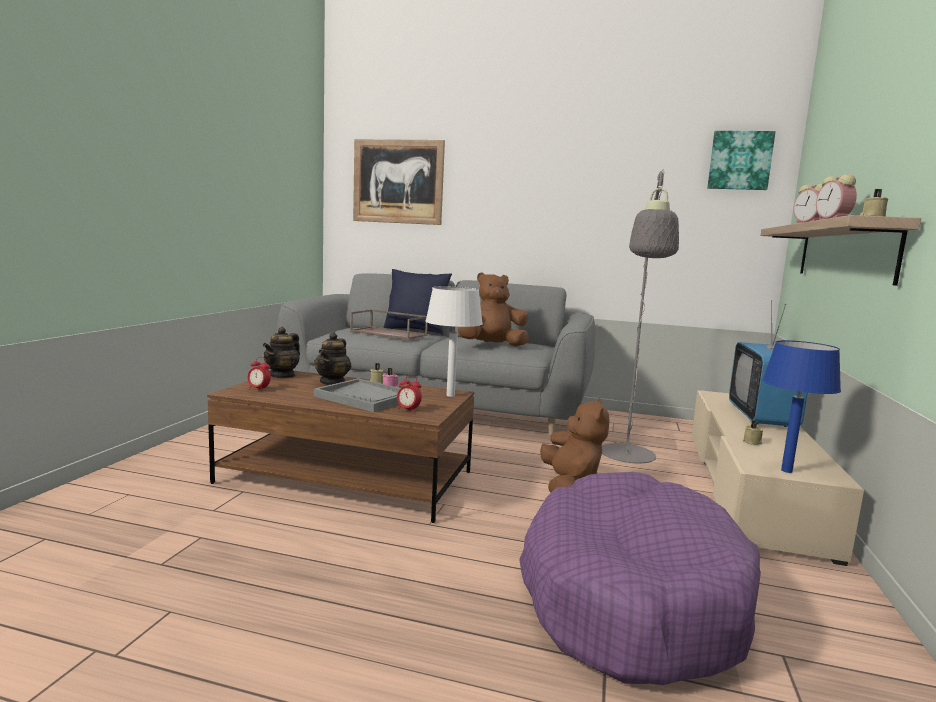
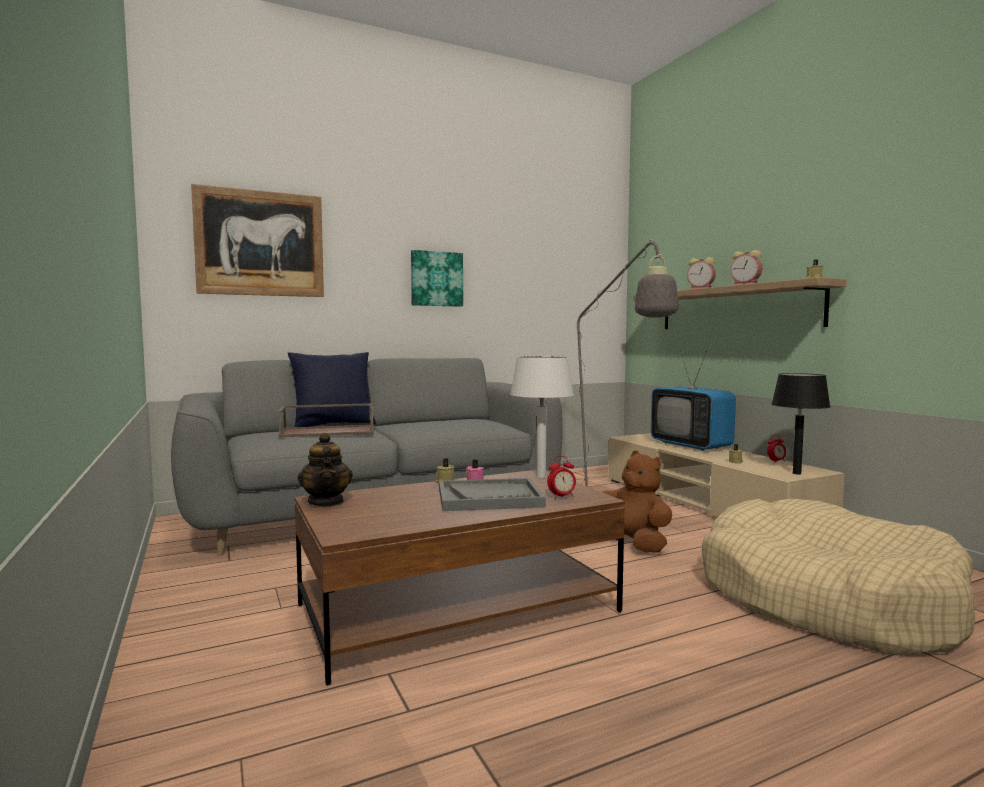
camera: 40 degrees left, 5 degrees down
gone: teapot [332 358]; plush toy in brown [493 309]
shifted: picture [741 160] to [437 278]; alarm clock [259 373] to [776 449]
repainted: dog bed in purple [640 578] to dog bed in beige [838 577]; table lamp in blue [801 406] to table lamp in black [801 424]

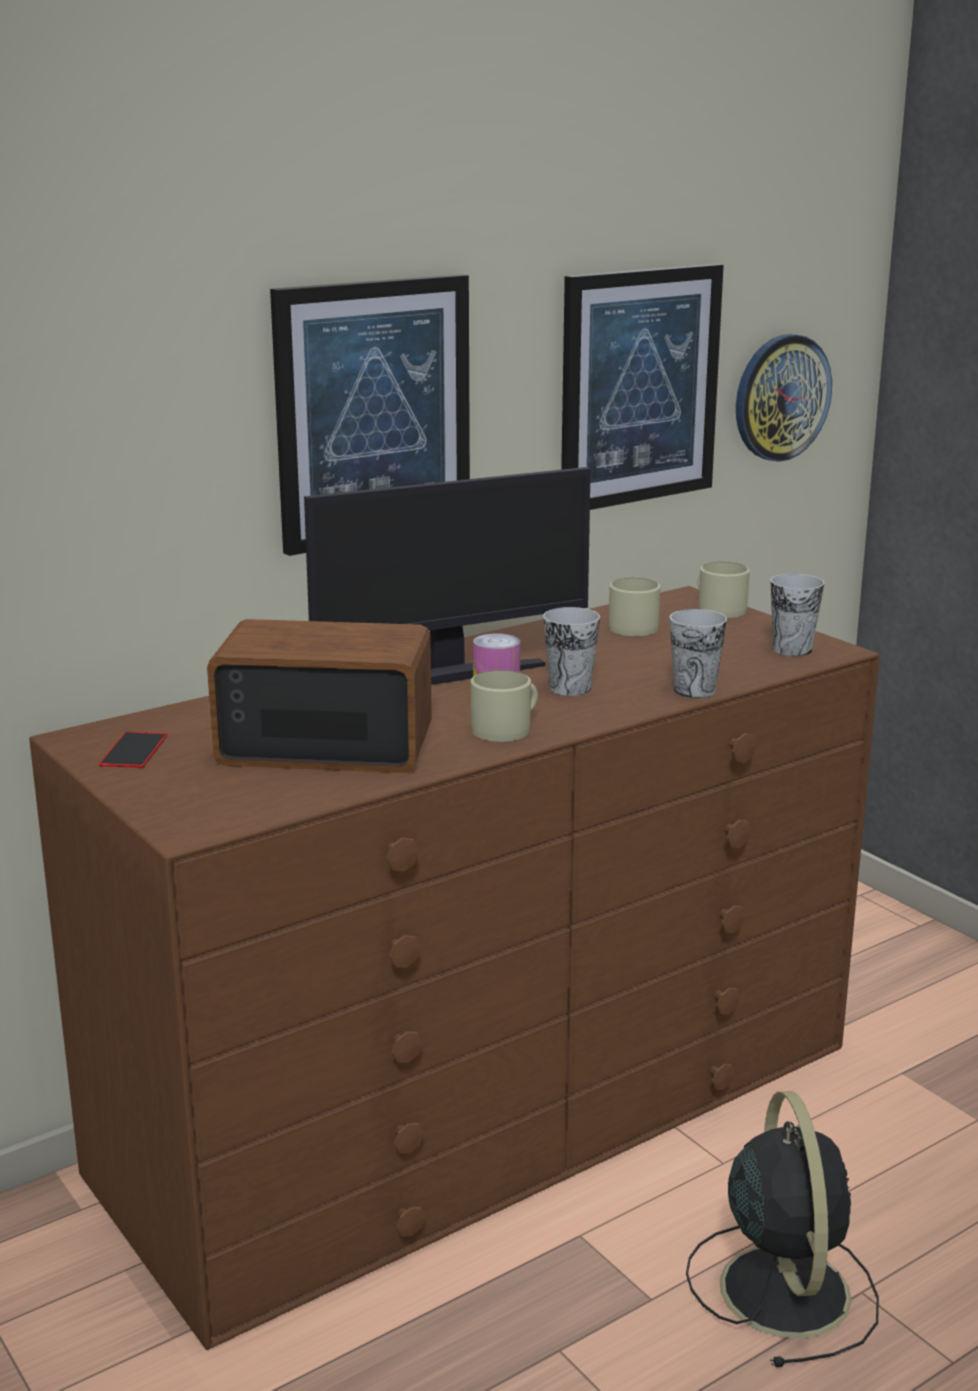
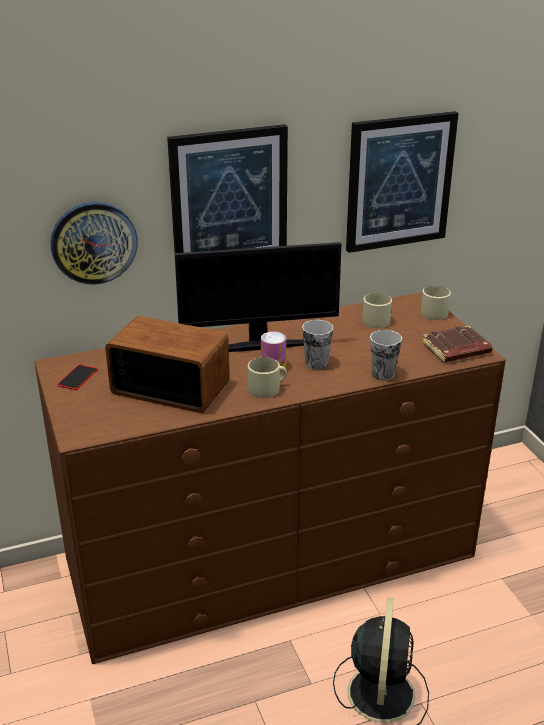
camera: 15 degrees right, 10 degrees up
shifted: wall clock [784 398] to [94 243]
swapped: cup [797 615] to book in brown [457 344]

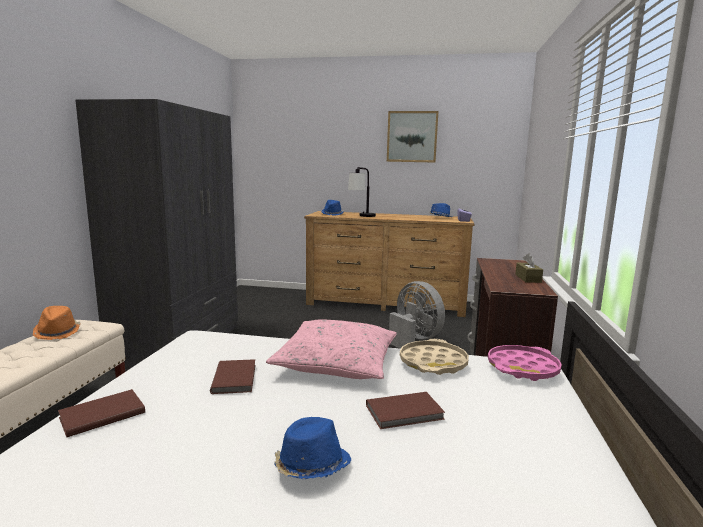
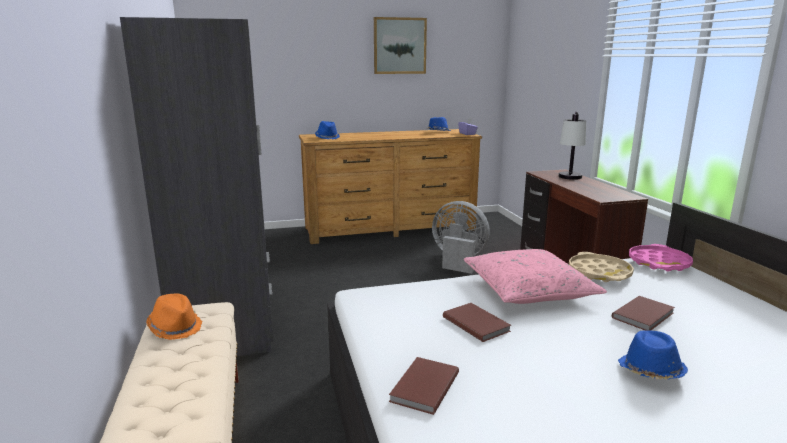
camera: 25 degrees left, 5 degrees up
gone: tissue box in brown [529 268]
shifted: table lamp [362 192] to [573 145]

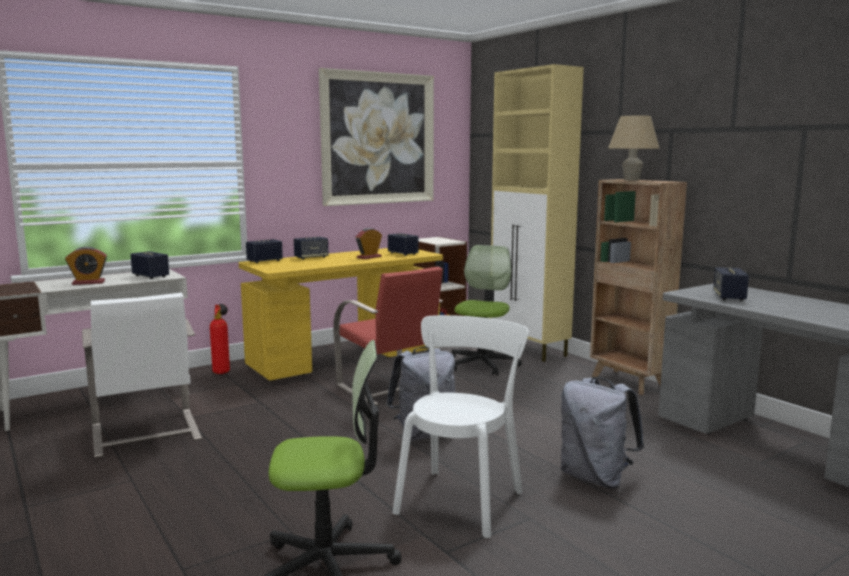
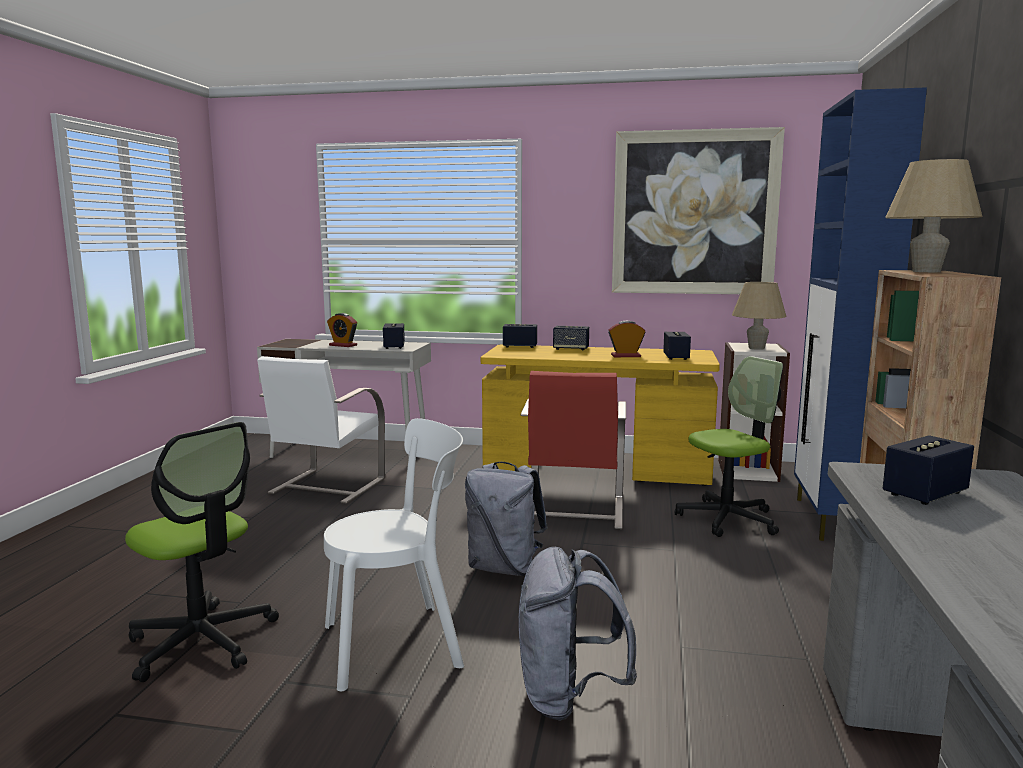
camera: 45 degrees right, 0 degrees up
gone: fire extinguisher [220 339]
new: table lamp in beige [759 316]
repainted: cabinet in beige [537 213] to cabinet in blue [860 314]

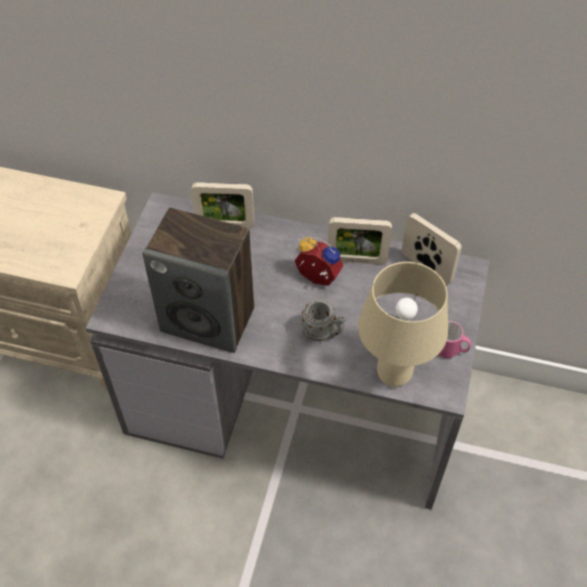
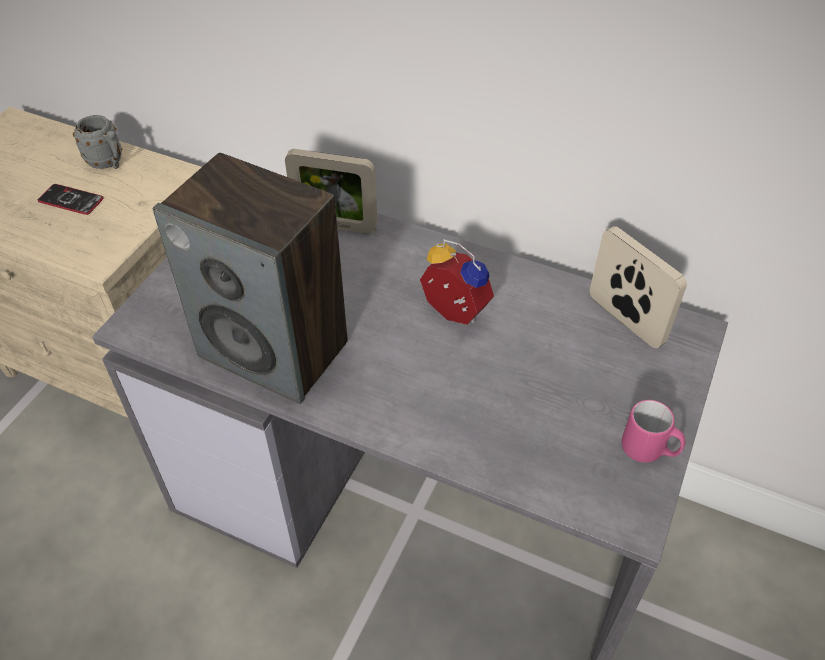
camera: 10 degrees right, 5 degrees down
gone: picture frame [360 241]; table lamp in beige [403 324]
new: phone [71 199]
shifted: mug in grey [323 320] to [97 142]

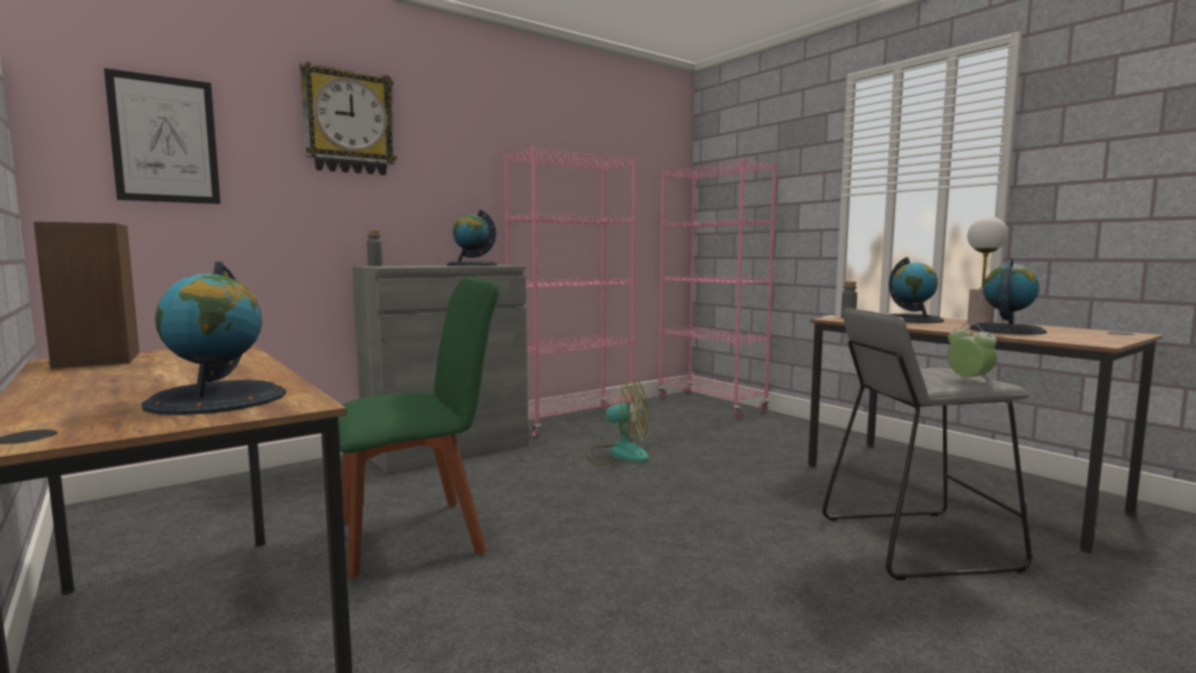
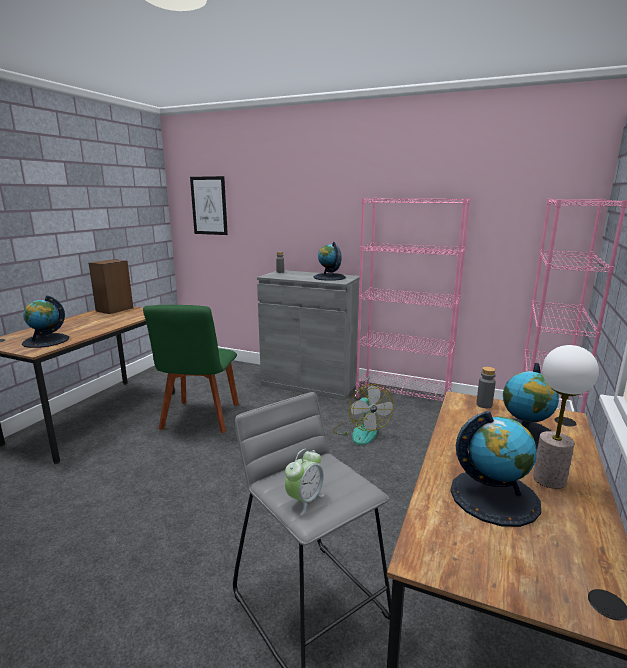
camera: 60 degrees right, 10 degrees up
gone: wall clock [348 118]
rotated: chair in green [419 428] = [191 369] 60 degrees clockwise

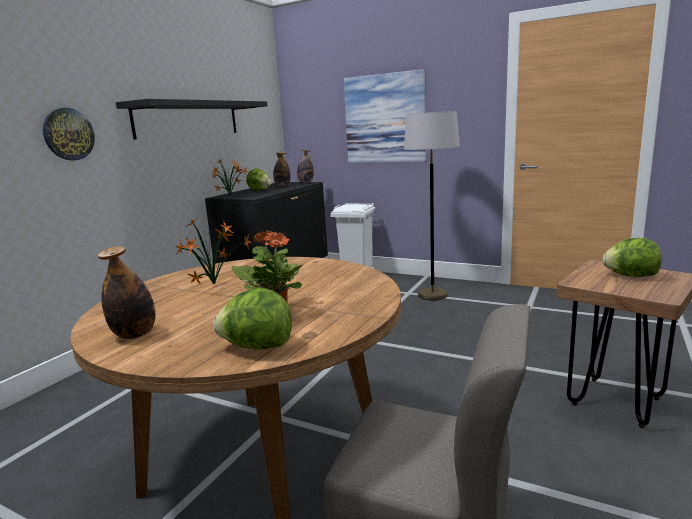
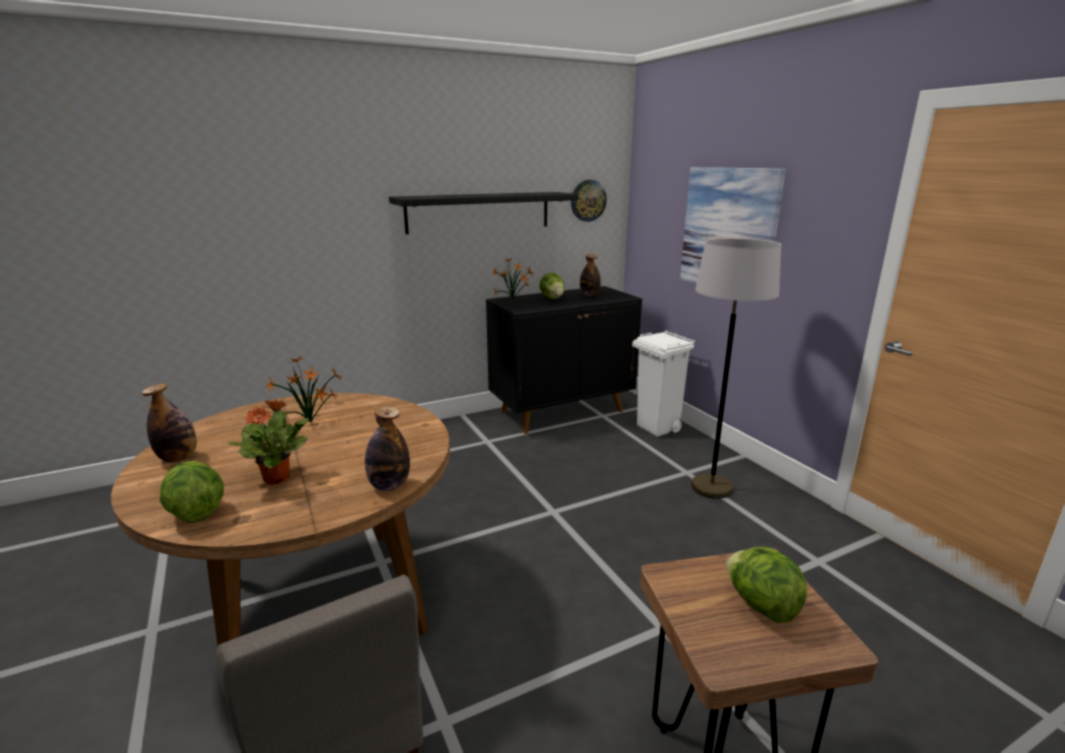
camera: 35 degrees right, 5 degrees up
shifted: bottle [305 166] to [387 448]; wall clock [69 134] to [589 201]

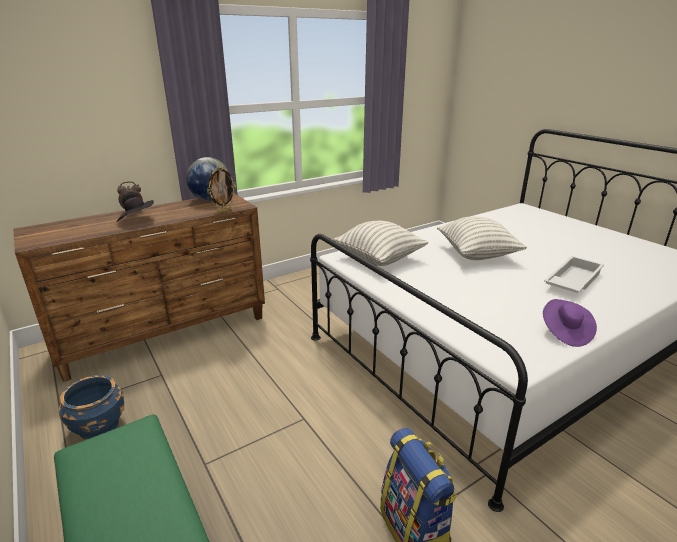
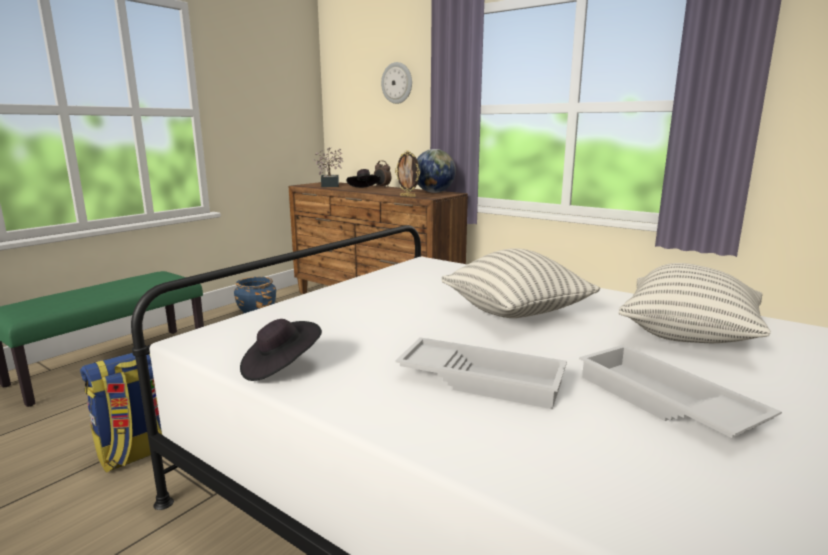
camera: 70 degrees right, 10 degrees down
new: potted plant [328 167]; wall clock [396 83]; tray in white [680 391]
shifted: pillow [381 243] to [695 303]
repainted: hat in purple [570 323] to hat in black [281 350]

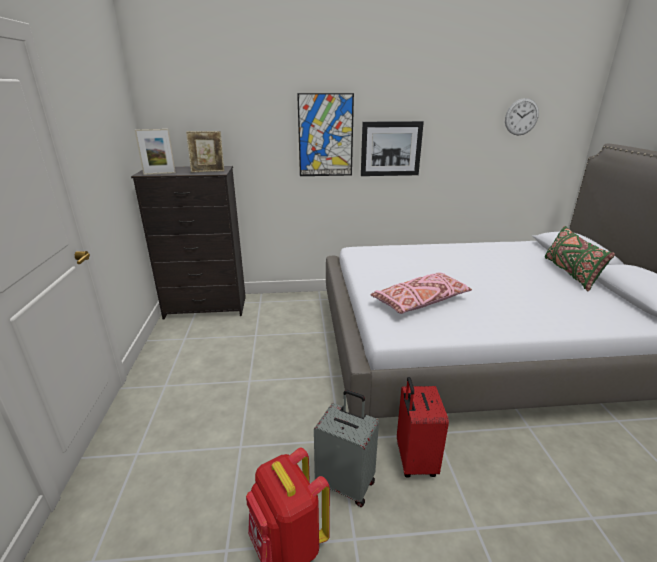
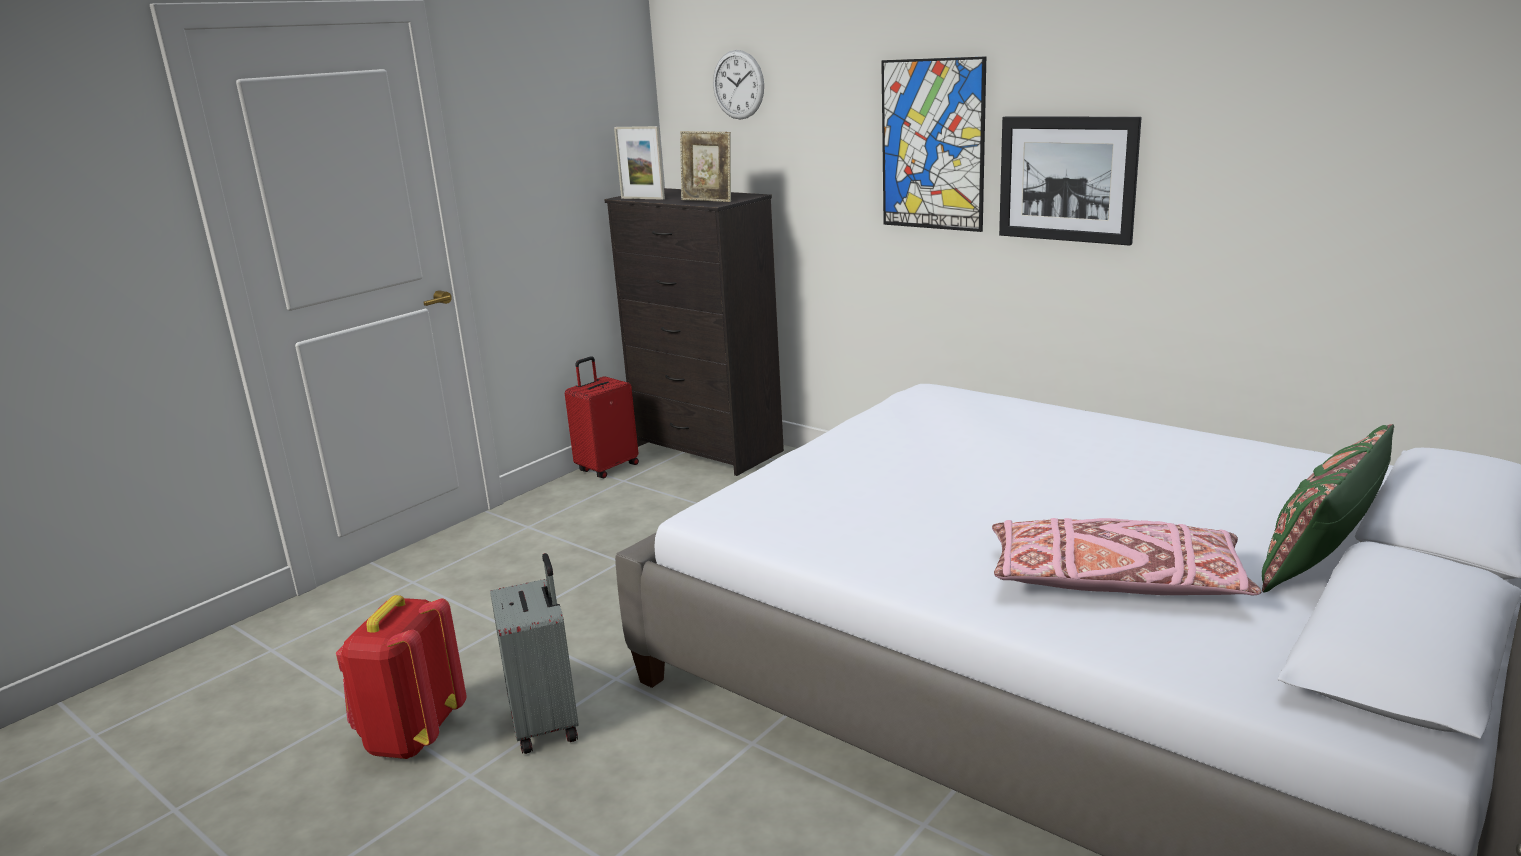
camera: 45 degrees right, 5 degrees down
shifted: suitcase in red [423 427] to [602 417]; wall clock [522 117] to [738 84]; pillow in pink [421 293] to [1126 556]

